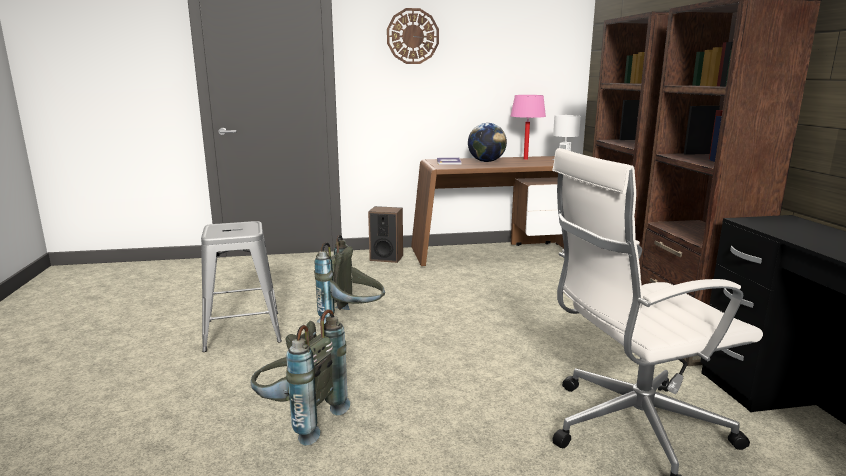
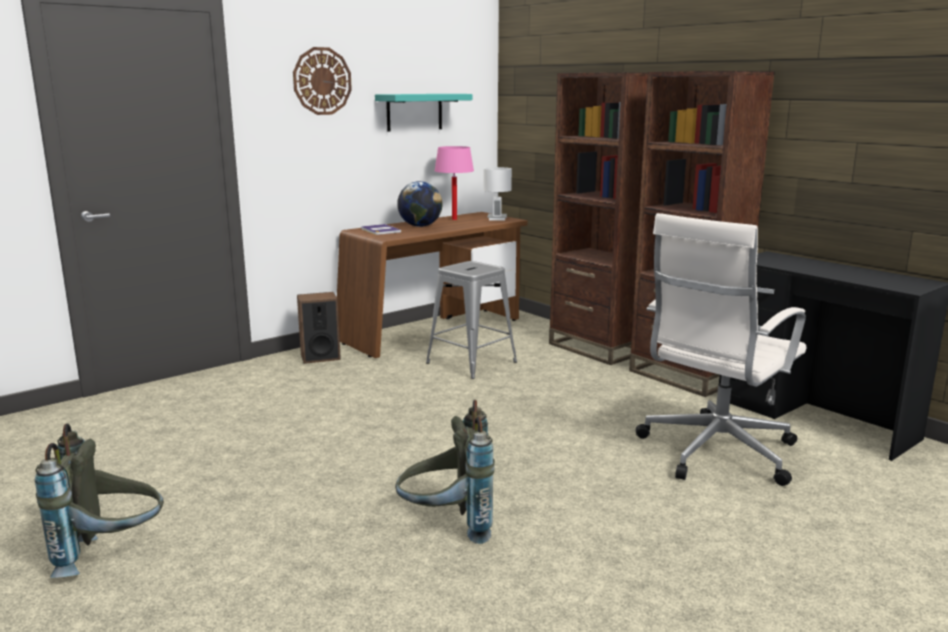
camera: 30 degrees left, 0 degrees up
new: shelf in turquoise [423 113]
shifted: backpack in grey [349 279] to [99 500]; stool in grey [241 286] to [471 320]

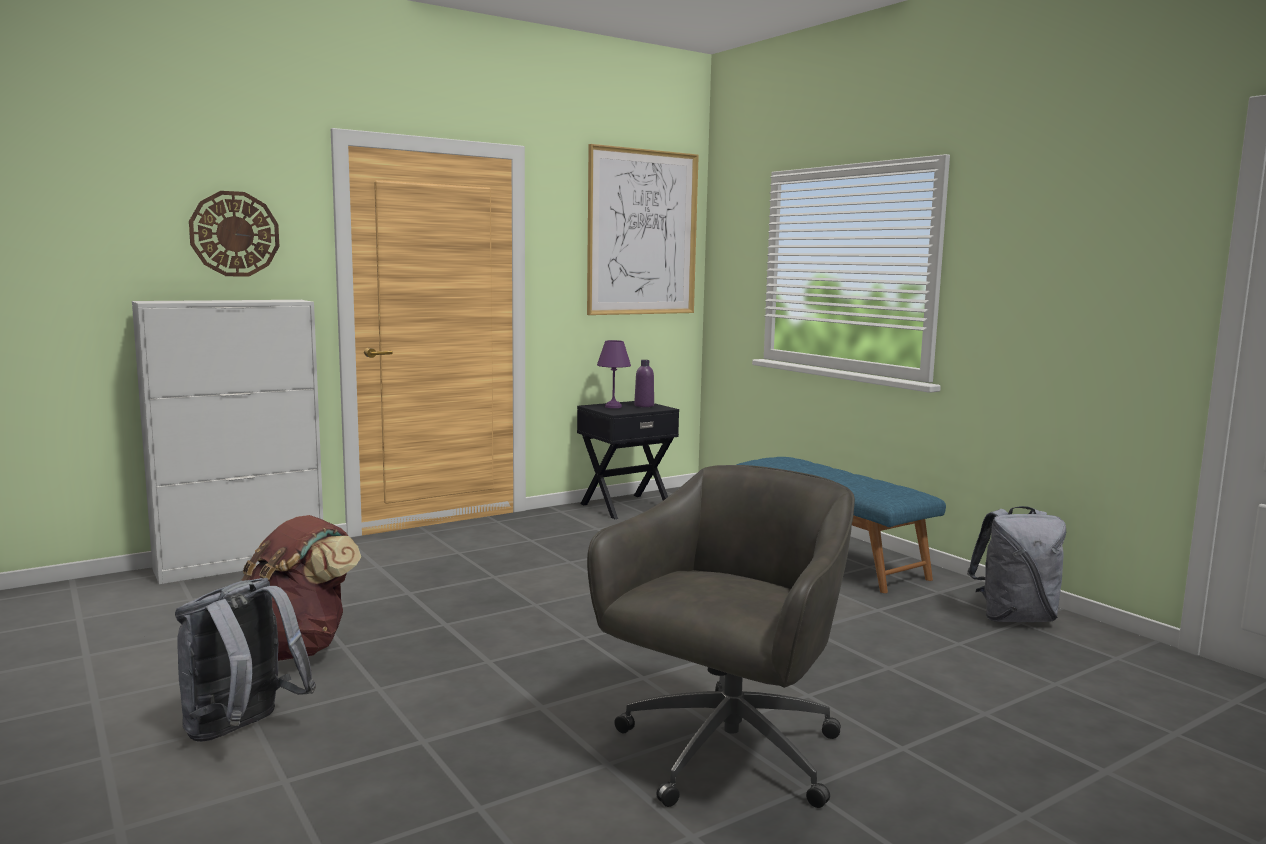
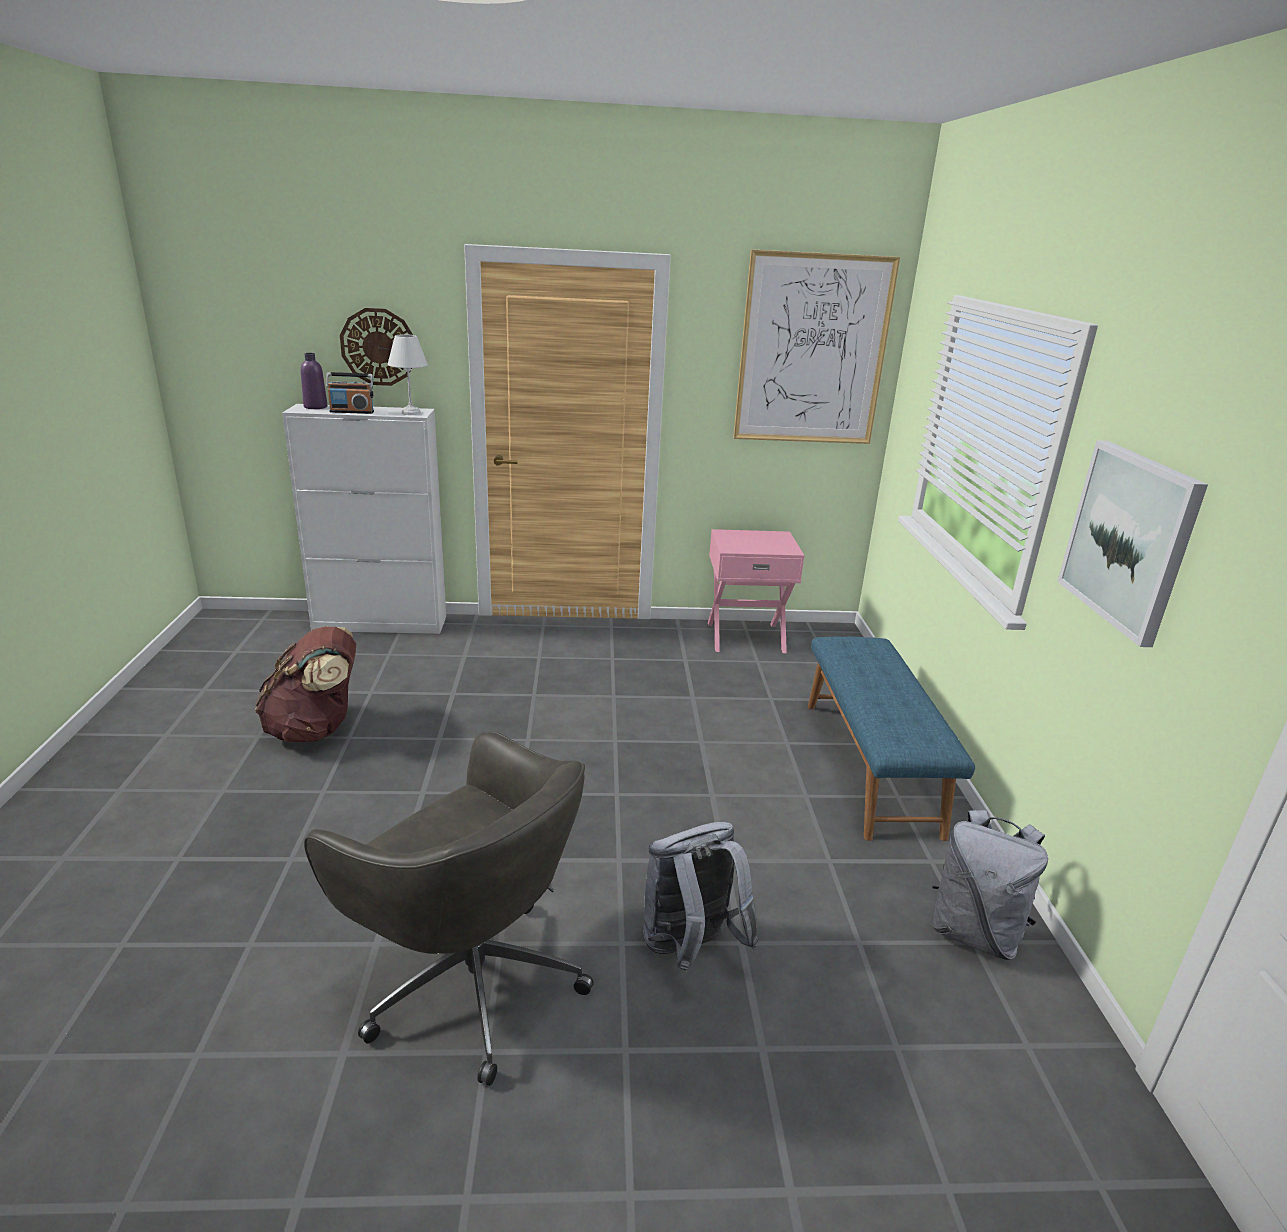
camera: 30 degrees right, 15 degrees up
gone: table lamp in purple [614 374]
new: radio [350 393]; table lamp in white [408 374]; picture [1132 543]
shifted: bottle in purple [644 383] to [314 381]; backpack in grey [245 660] to [701 897]
repainted: nightstand in black [628 460] to nightstand in pink [756 591]
rotated: office chair in grey [721 636] = [449 908] 60 degrees clockwise

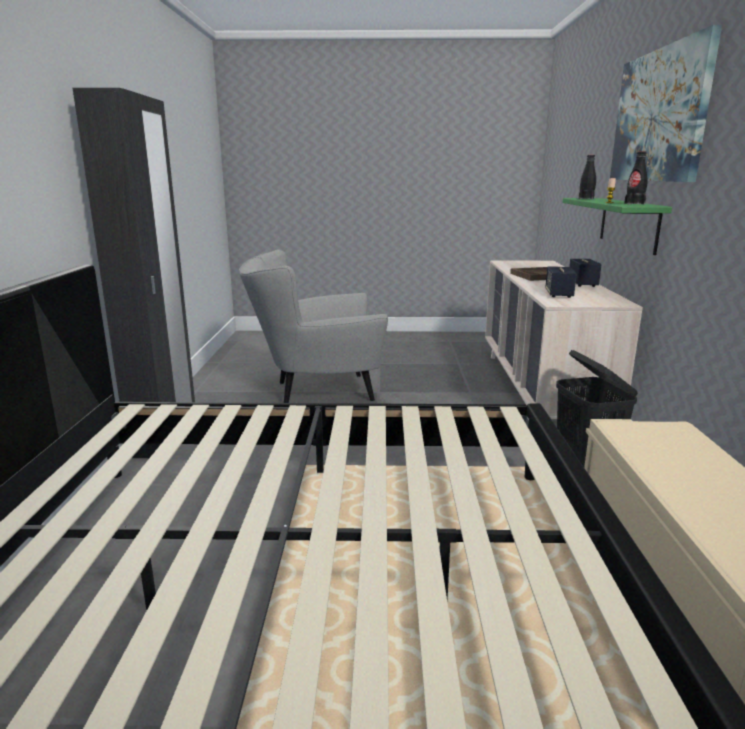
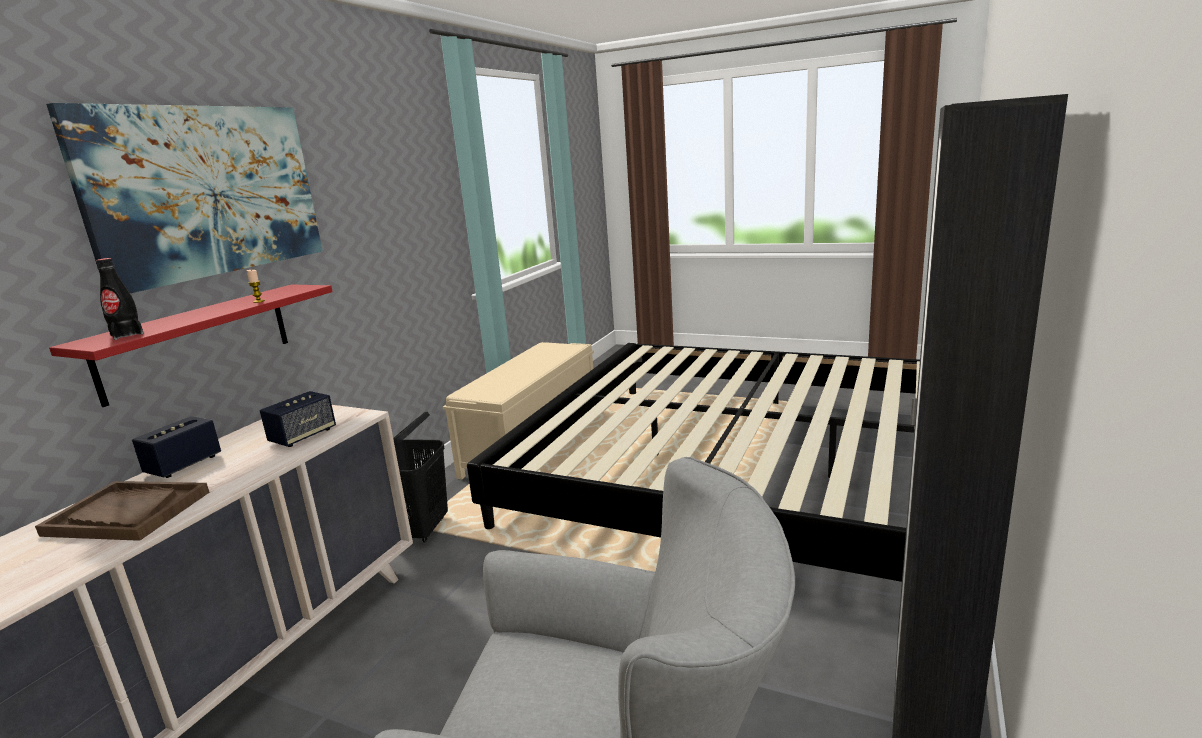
camera: 155 degrees left, 0 degrees up
gone: bottle in black [636 178]
repainted: shelf in green [617 226] to shelf in red [191 345]

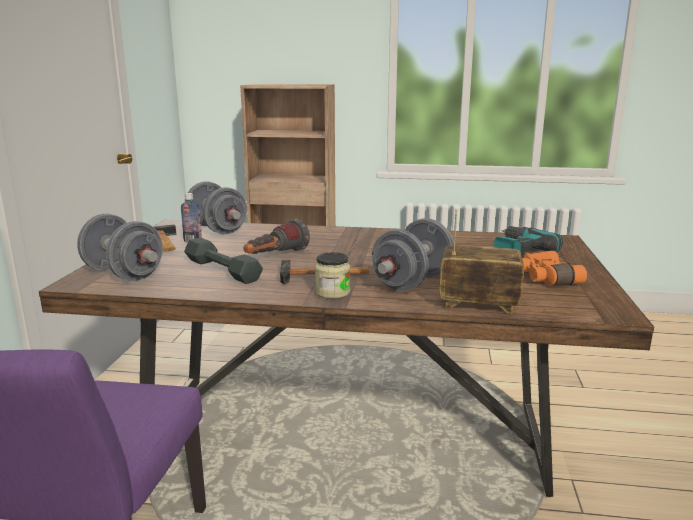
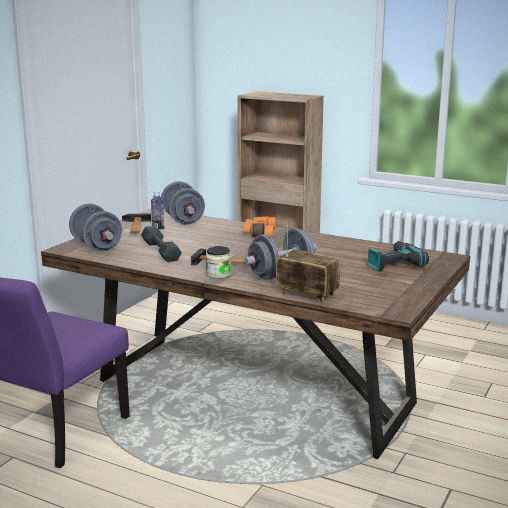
camera: 20 degrees right, 0 degrees up
gone: flashlight [277 236]
shifted: binoculars in orange [554 268] to [259 226]

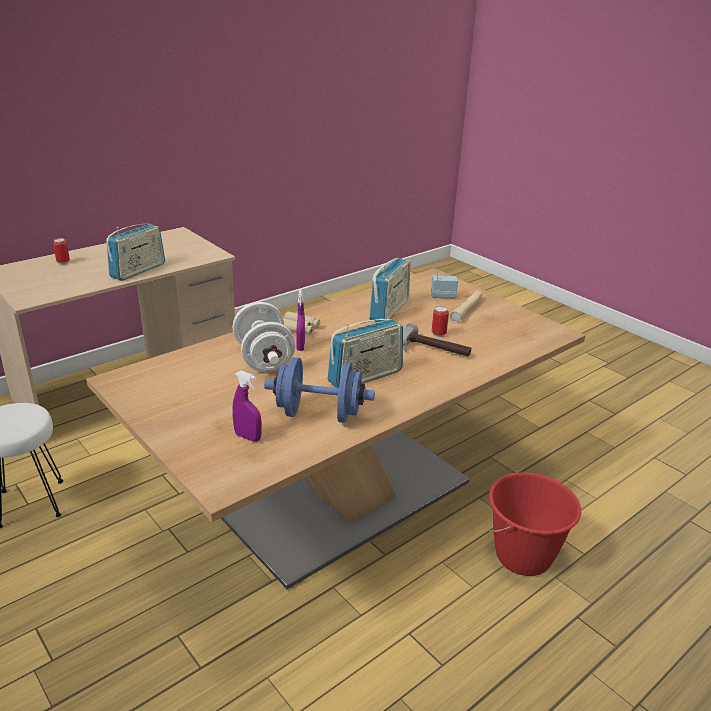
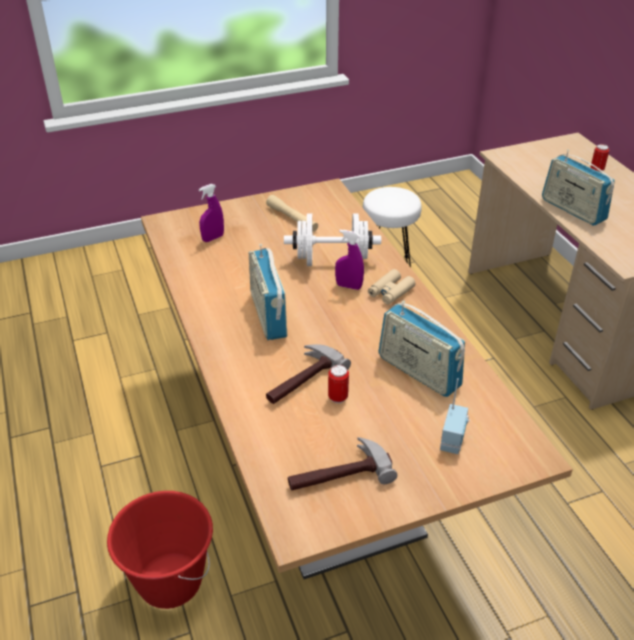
camera: 110 degrees right, 10 degrees up
gone: dumbbell in blue [319 390]
new: hammer [342 464]
shifted: flashlight in beige [466 306] to [292 213]

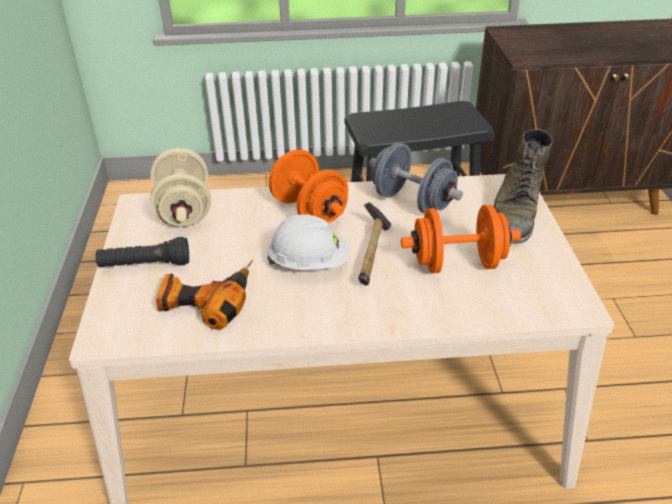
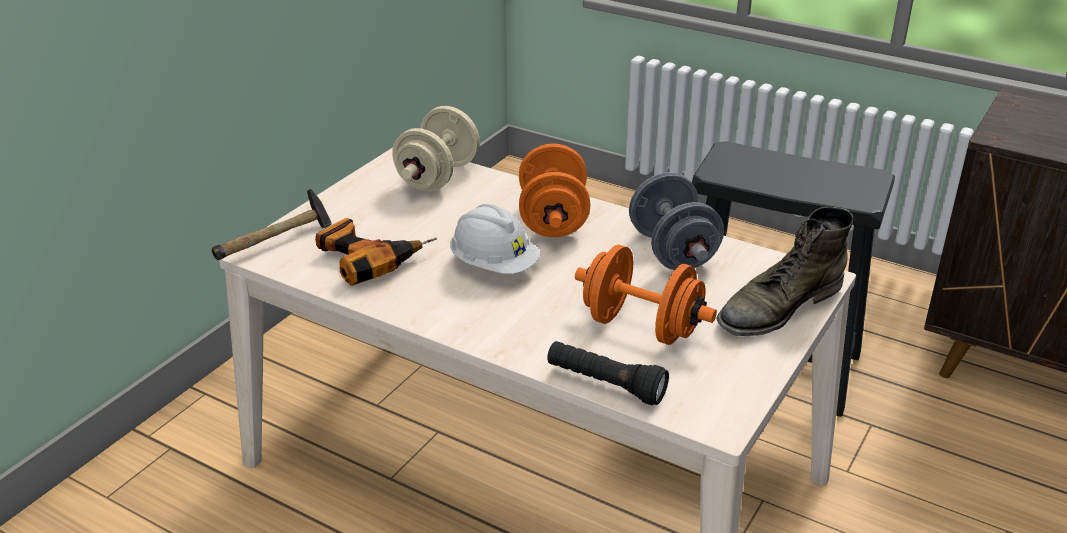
camera: 35 degrees right, 5 degrees down
shifted: hammer [374 243] to [272 224]; flashlight in black [142 252] to [608 373]

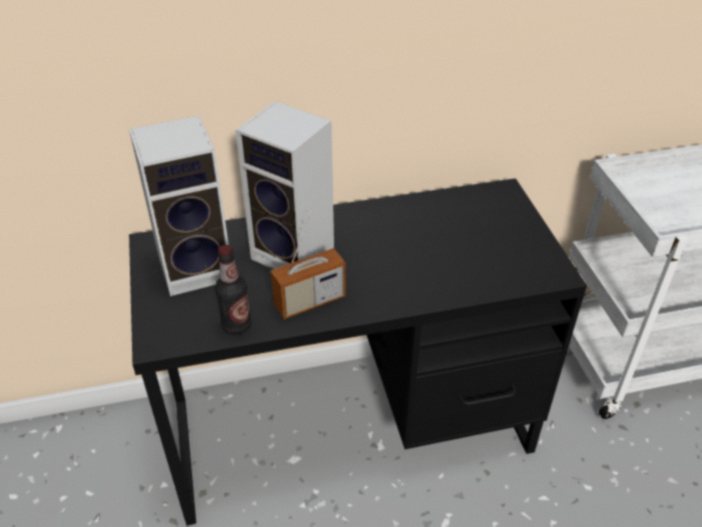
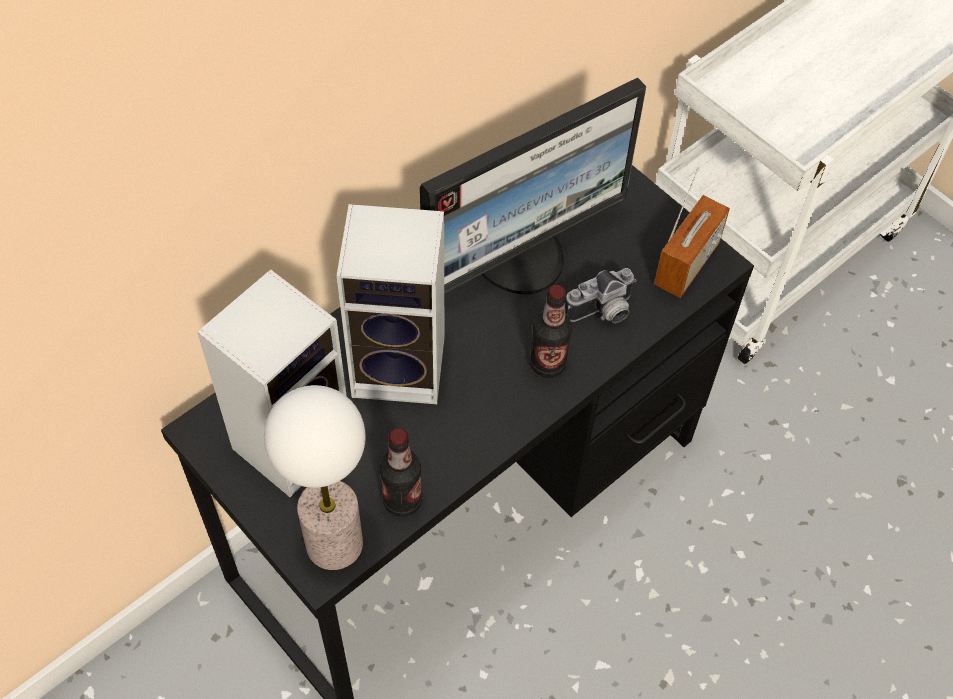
camera: 30 degrees left, 15 degrees up
new: table lamp [315 477]; monitor [533 185]; bottle [551 331]; photo camera [601 295]
shifted: radio [308 265] to [692 232]

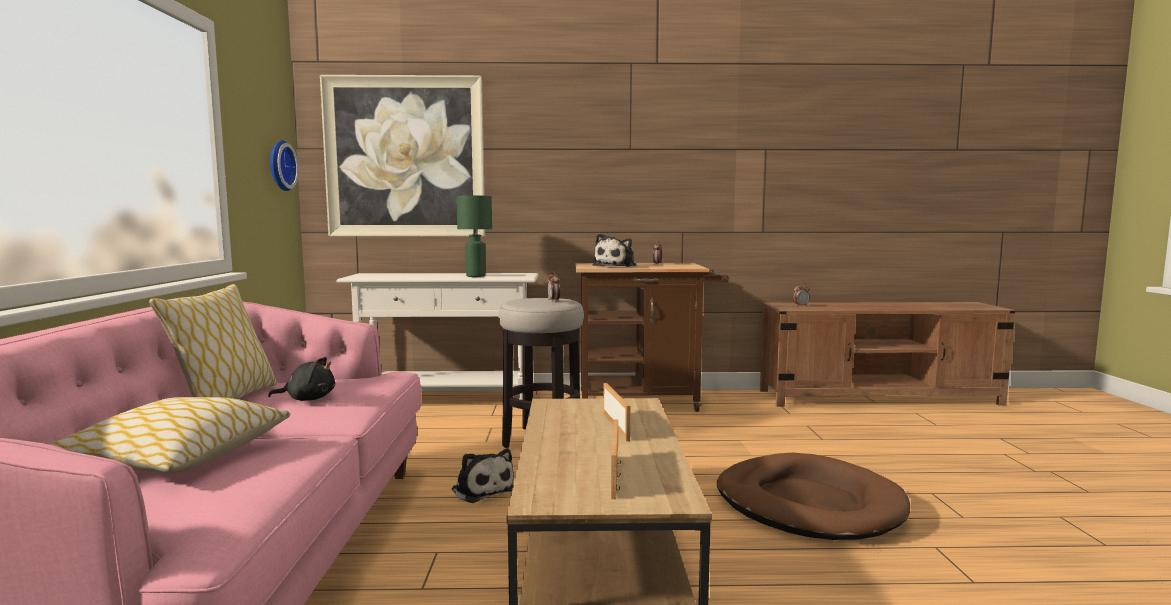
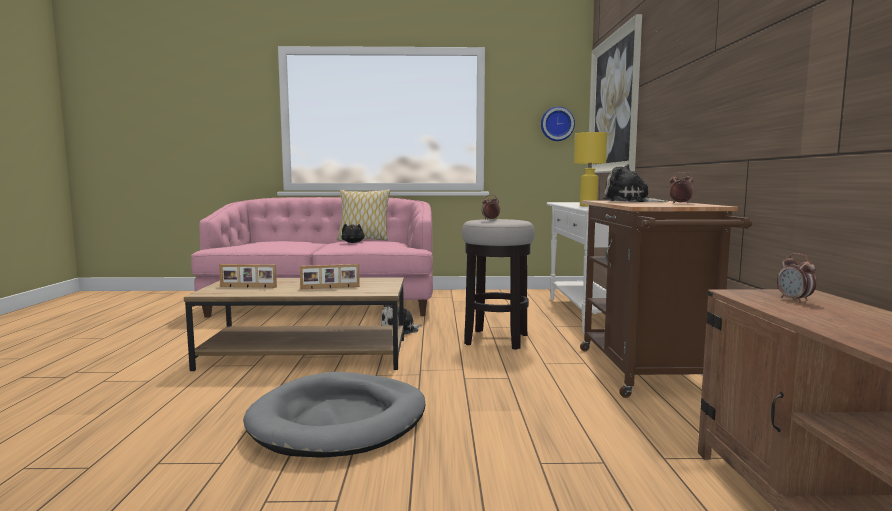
camera: 90 degrees right, 0 degrees up
gone: pillow [169 435]
repainted: dog bed in brown [813 496] to dog bed in grey [334 415]; table lamp in green [474 236] to table lamp in yellow [590 169]

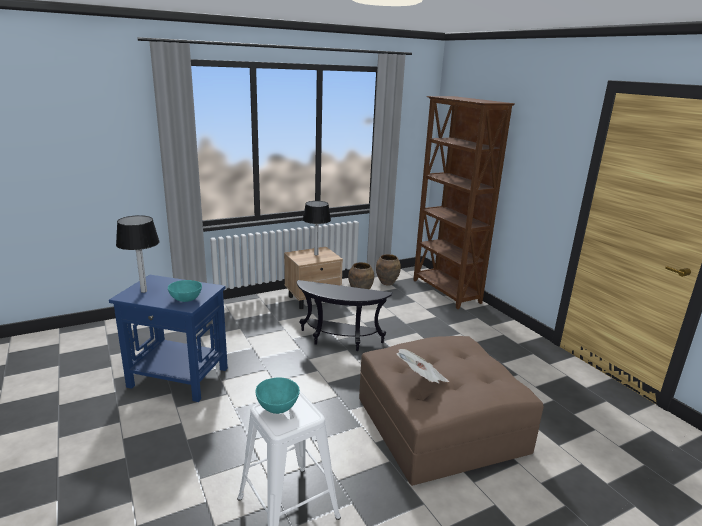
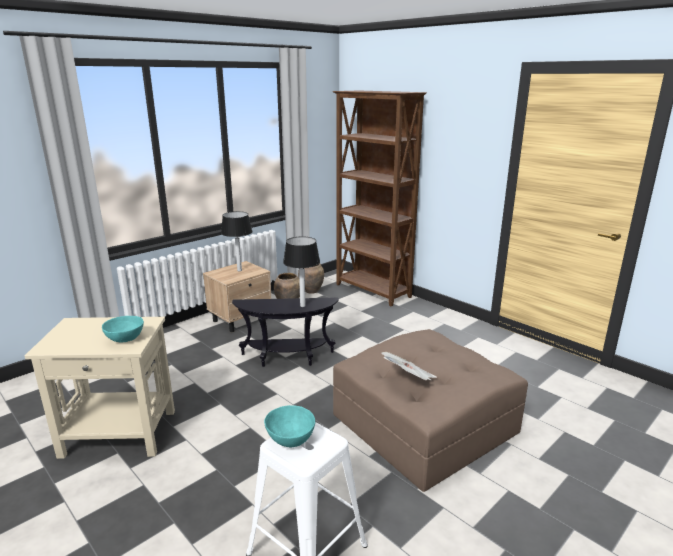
camera: 15 degrees left, 0 degrees up
shifted: table lamp [138 254] to [301 271]
repainted: side table in blue [168 338] to side table in beige [99 388]

